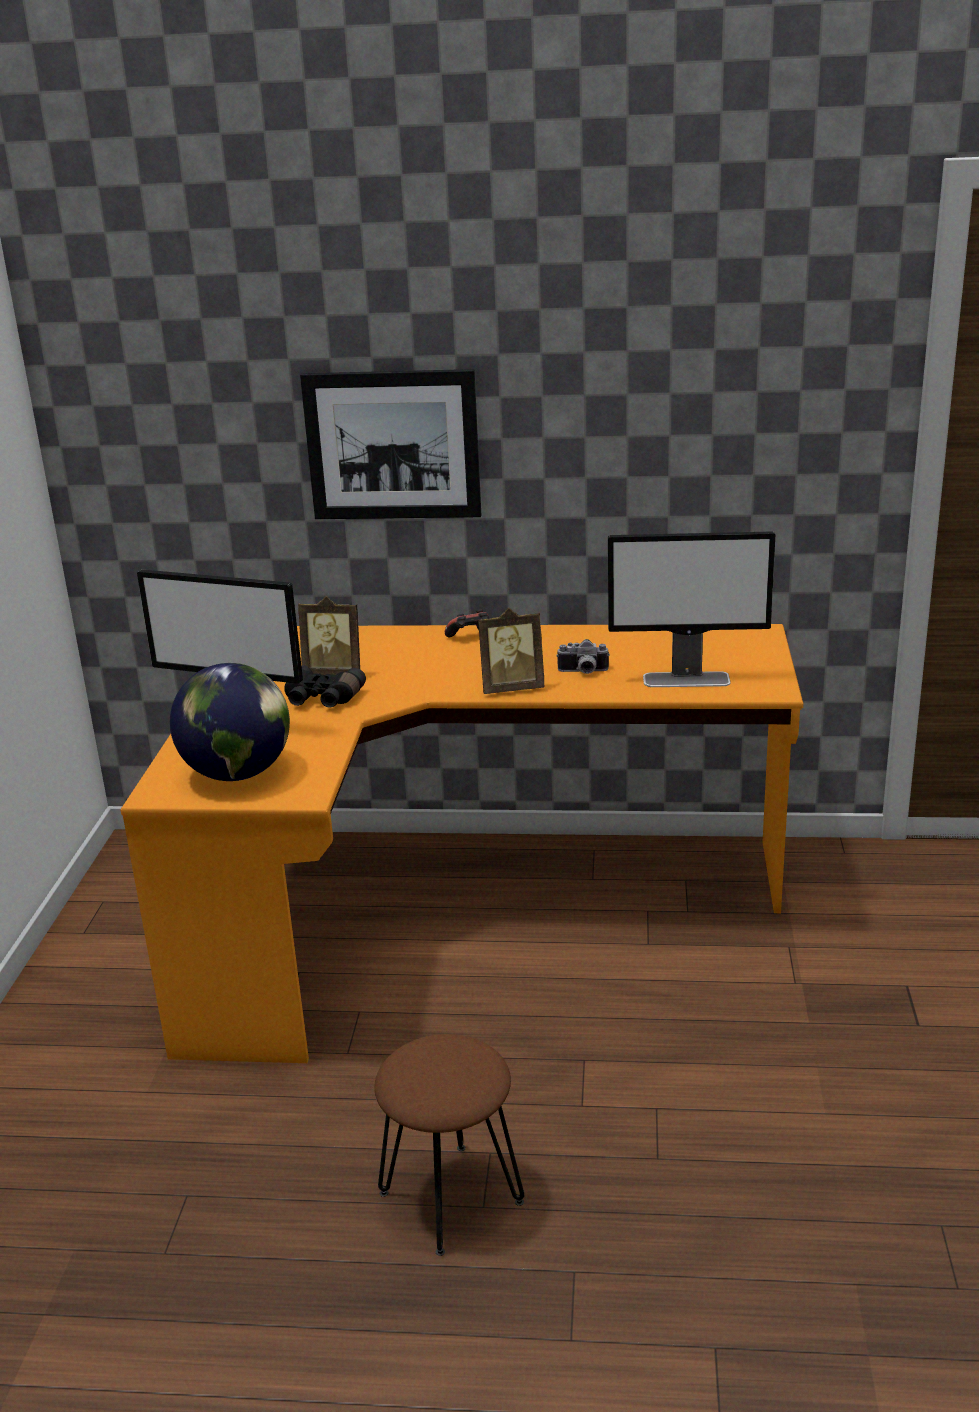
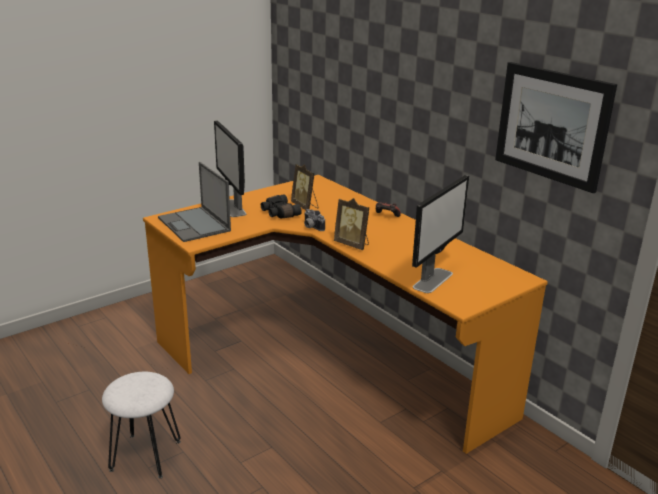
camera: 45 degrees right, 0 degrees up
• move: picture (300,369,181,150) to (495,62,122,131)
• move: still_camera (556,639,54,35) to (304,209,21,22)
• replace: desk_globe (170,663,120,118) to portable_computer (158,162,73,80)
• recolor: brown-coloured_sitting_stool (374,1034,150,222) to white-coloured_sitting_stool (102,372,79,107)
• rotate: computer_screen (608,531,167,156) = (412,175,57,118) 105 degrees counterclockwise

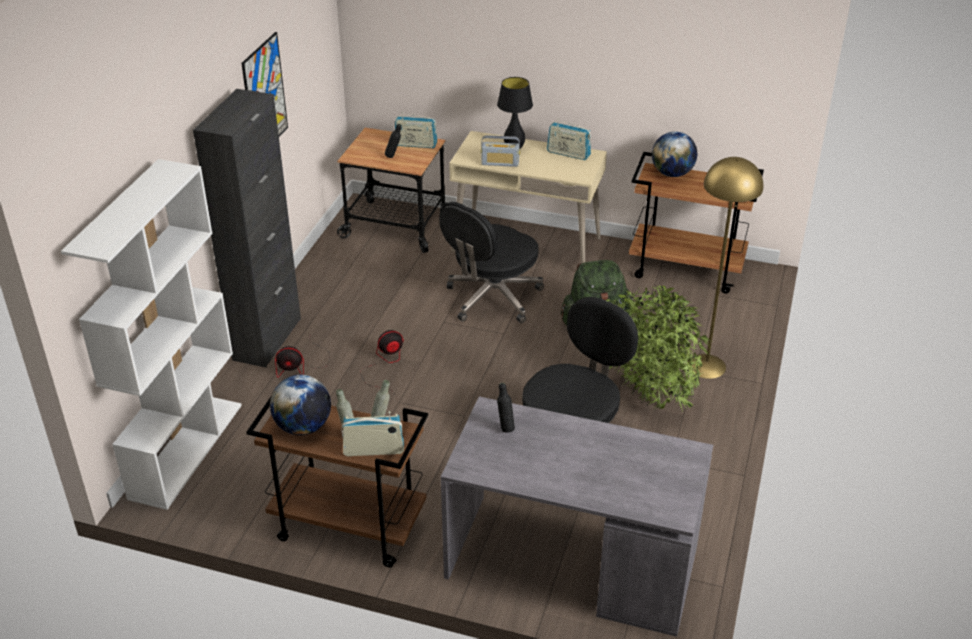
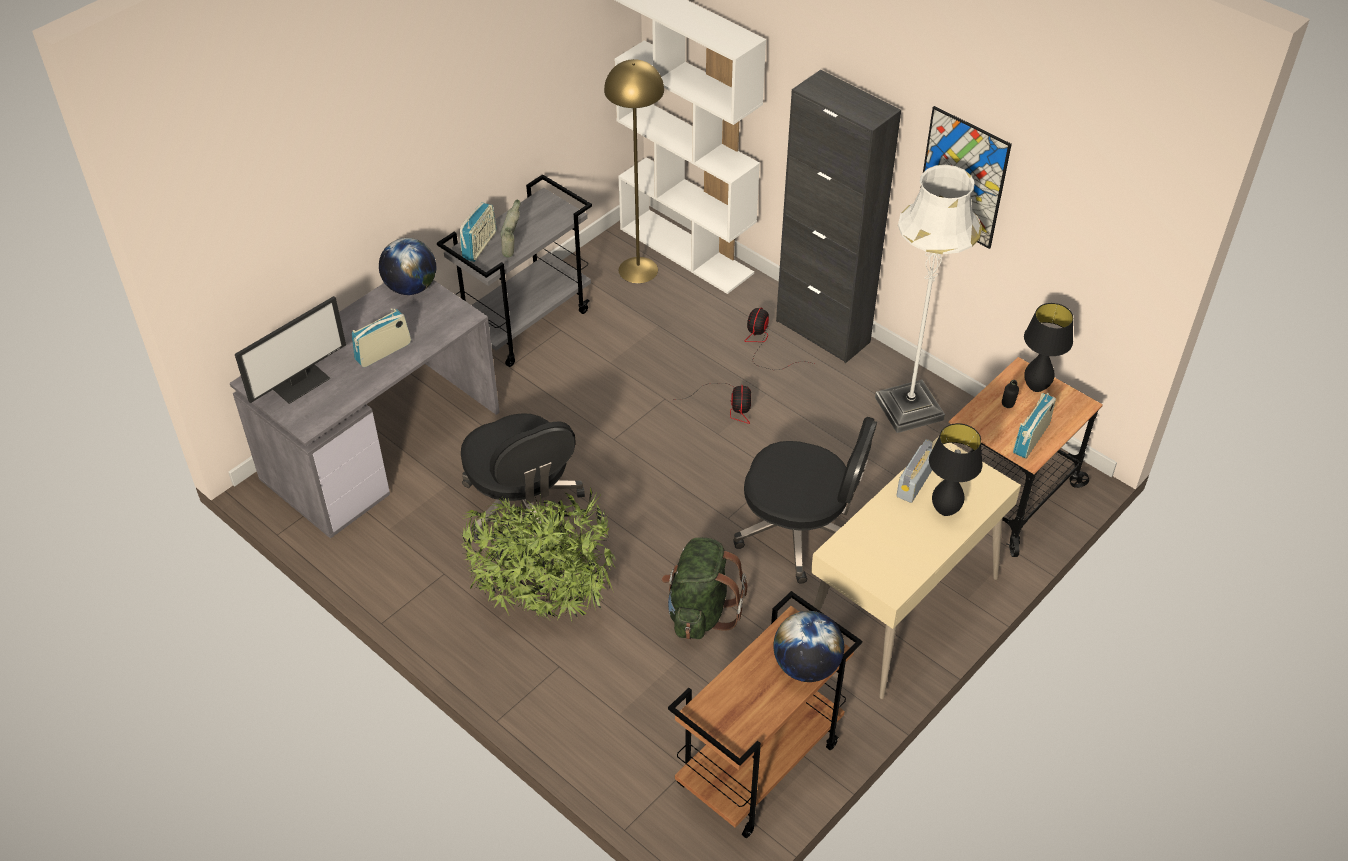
camera: 115 degrees right, 10 degrees up
• delete: blackish_bottle (497,383,18,50)
• insert: computer_screen (235,296,111,108)
• insert: white-coloured_floor_lamp (875,165,107,268)
• insert: blackish_lamp_for_a_table (1024,303,49,89)
• move: desk_globe (270,375,61,60) to (379,238,57,57)
• move: radio_set (547,121,44,39) to (352,308,59,59)
• move: yellow_floor_lamp (692,157,71,222) to (604,59,60,224)
• recolor: brown-coloured_trolley (246,395,182,173) to gray_trolley (437,174,155,193)
• rotate: blackish_computer_chair (439,202,105,121) = (733,417,144,167) 135 degrees clockwise

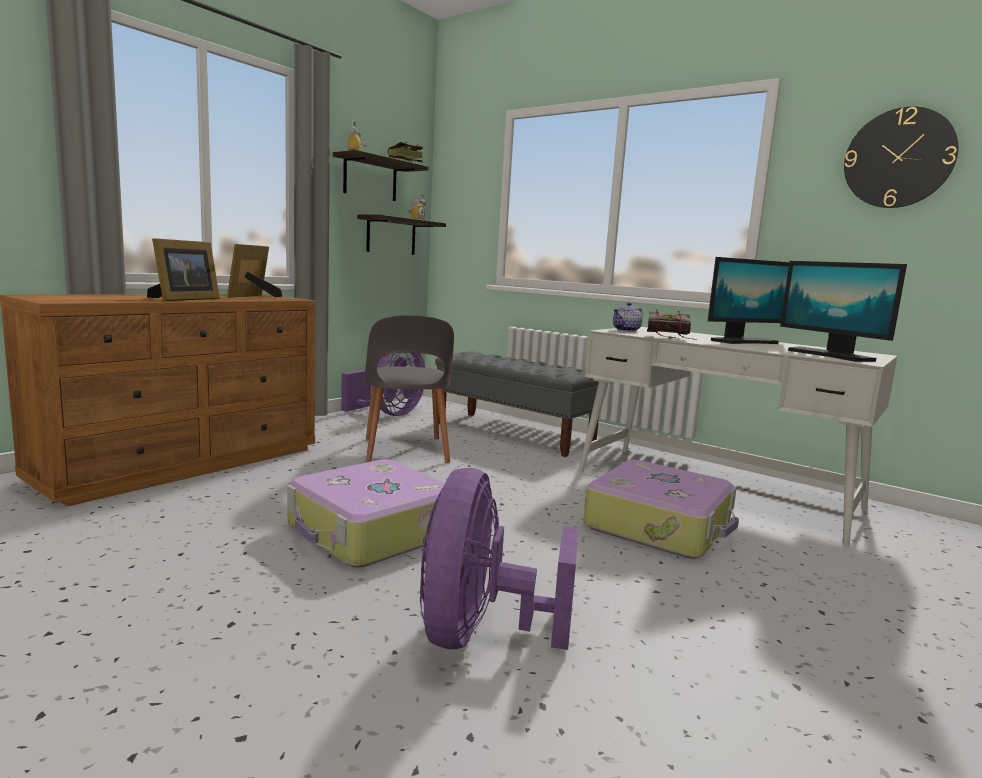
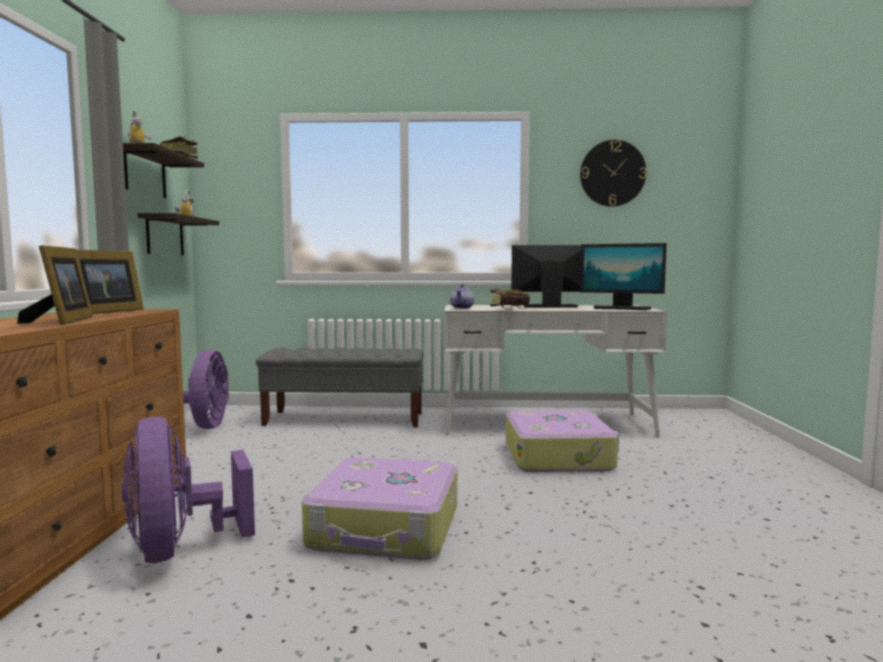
camera: 35 degrees left, 5 degrees down
• delete: gray_chair (365,315,89,148)
• move: purple-coloured_electric_fan (420,468,159,182) to (122,417,133,146)
• rotate: standing_frame (227,244,55,54) = (76,250,68,64) 135 degrees counterclockwise
• rotate: computer_screen (708,257,81,87) = (511,245,70,63) 120 degrees counterclockwise

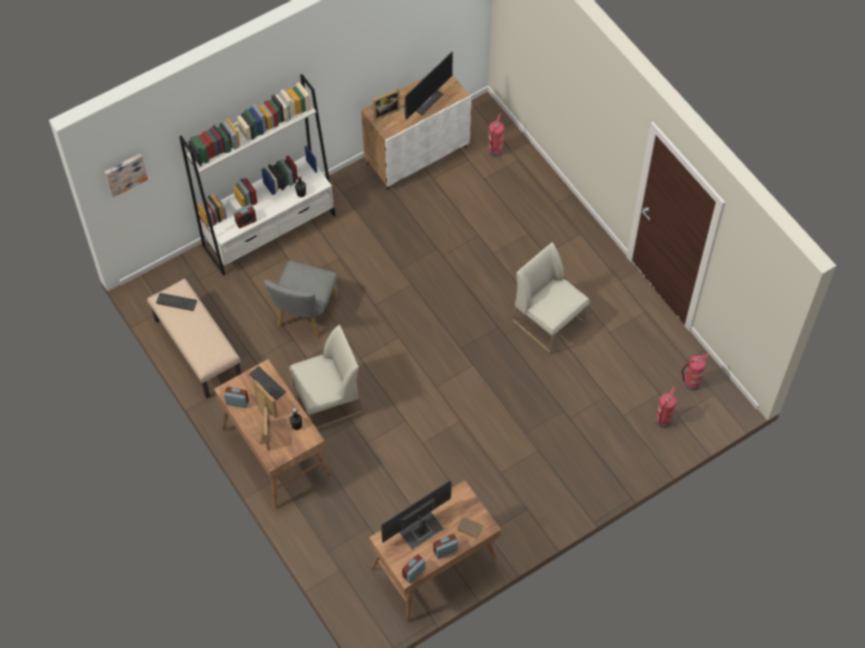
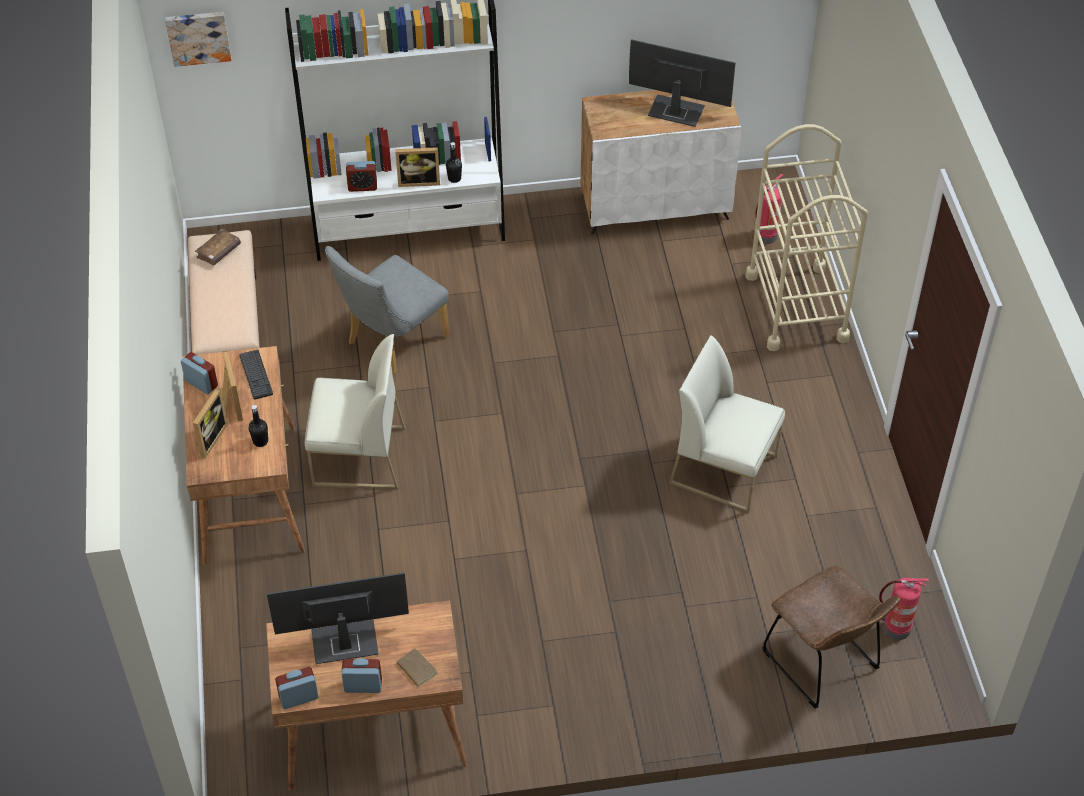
camera: 25 degrees right, 10 degrees down
• insert: beige-coloured_trolley (745,124,123,227)
• move: standing_frame (373,89,27,32) to (395,147,45,40)
• replace: PC_keyboard (156,293,41,18) to brown-coloured_bound_book (195,229,46,36)
• replace: fire_extinguisher (655,387,22,41) to brown-coloured_chair (762,566,138,142)
• rotate: computer_screen (404,52,49,68) = (629,39,106,88) 135 degrees counterclockwise
• rotate: white-coloured_chair (511,242,79,112) = (669,335,116,178) 45 degrees counterclockwise

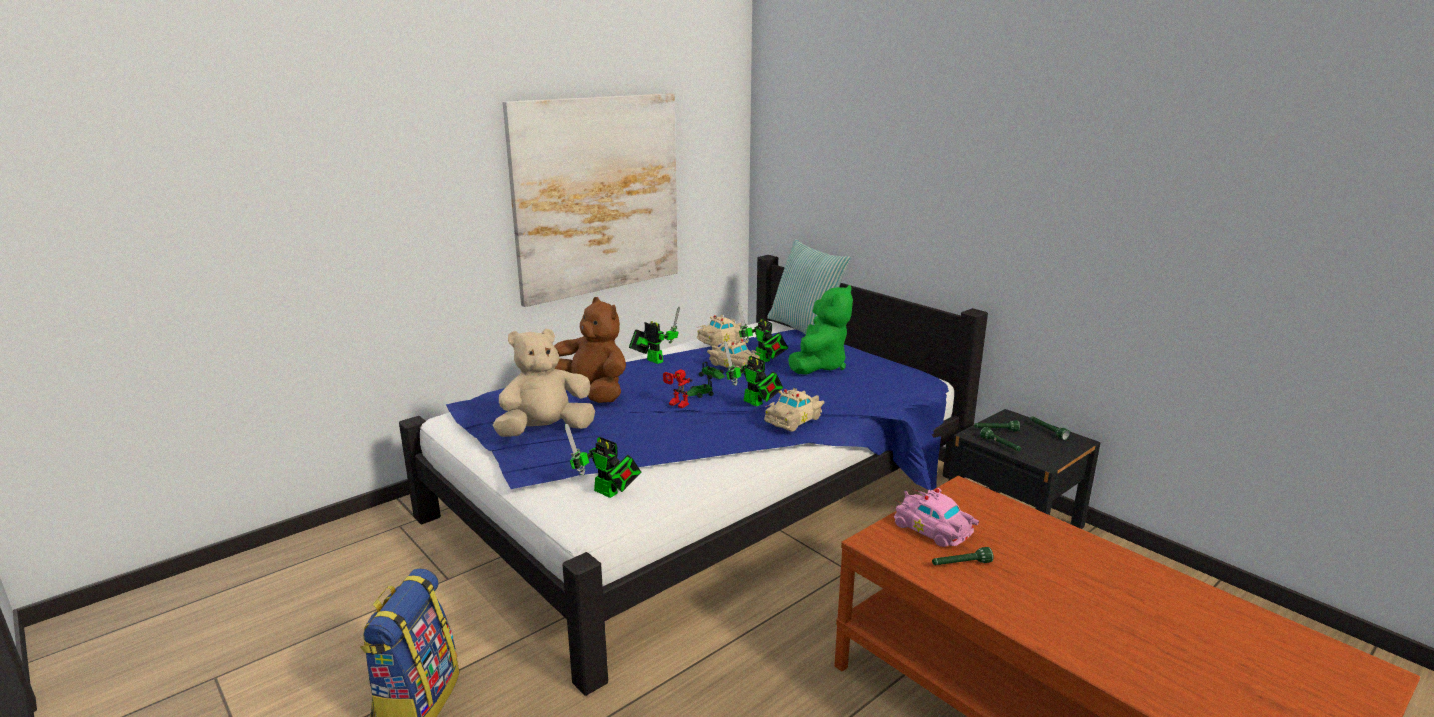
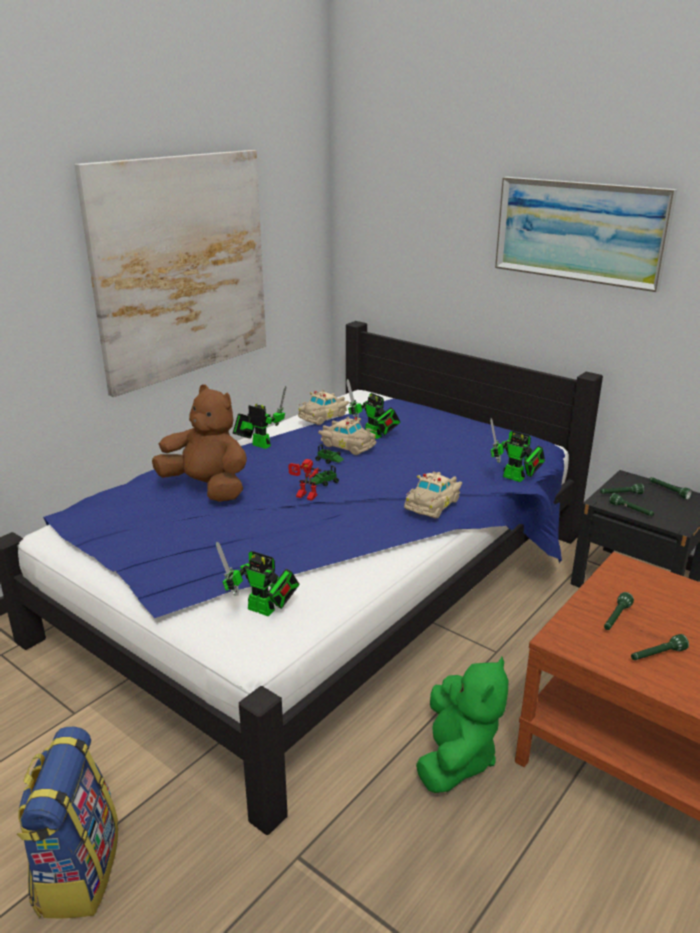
camera: 10 degrees left, 5 degrees up
• delete: beige-coloured_cuddly_toy (493,329,102,108)
• delete: throw_pillow (767,239,84,95)
• insert: picture (495,177,182,115)
• move: robot_figure (724,341,59,65) to (490,418,55,64)
• move: green_cuddly_toy (788,285,65,90) to (416,656,93,137)
• replace: pink_miniature_car (894,488,85,59) to green_torch (604,592,30,38)

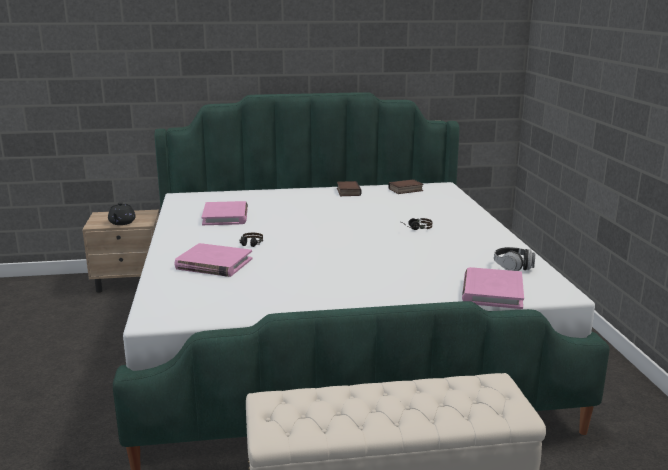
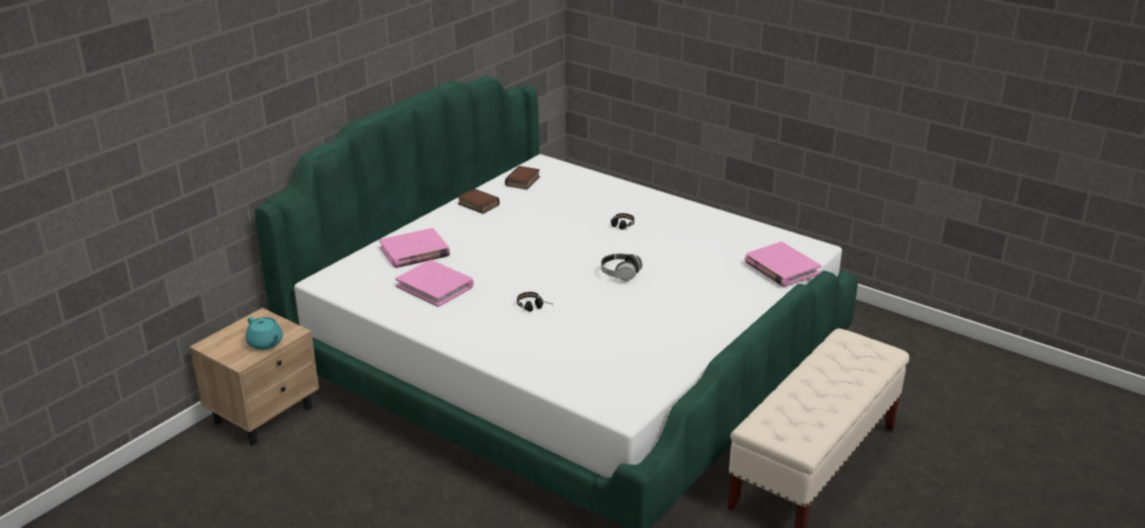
camera: 45 degrees left, 10 degrees up
• move: pink_bound_book (175,243,77,34) to (379,228,71,40)
• move: headset (494,247,41,24) to (601,253,41,28)
• recolor: blackish_tea_pot (108,202,28,23) to turquoise-coloured_tea_pot (245,317,38,33)

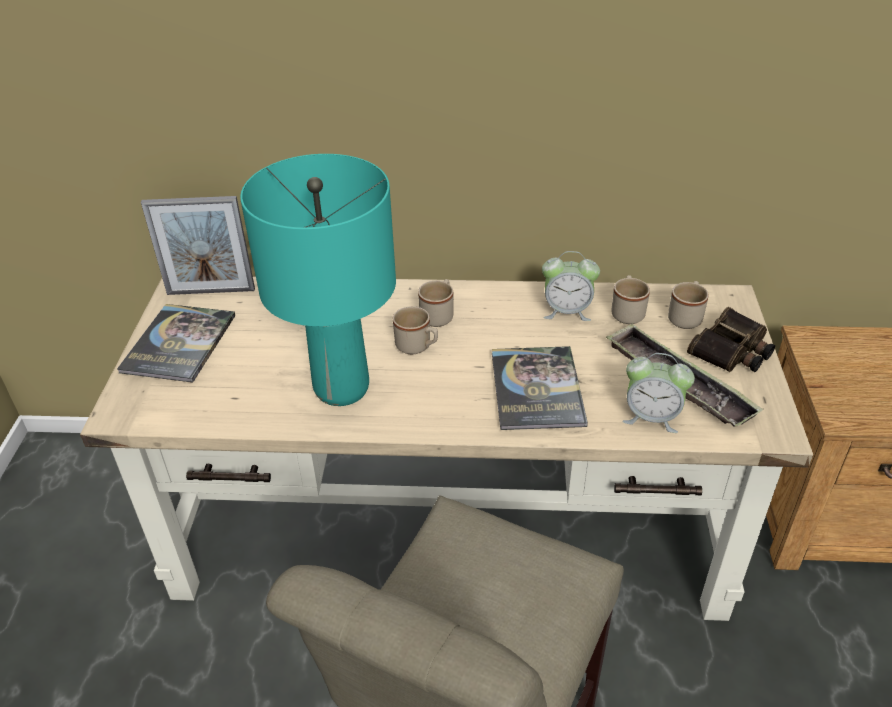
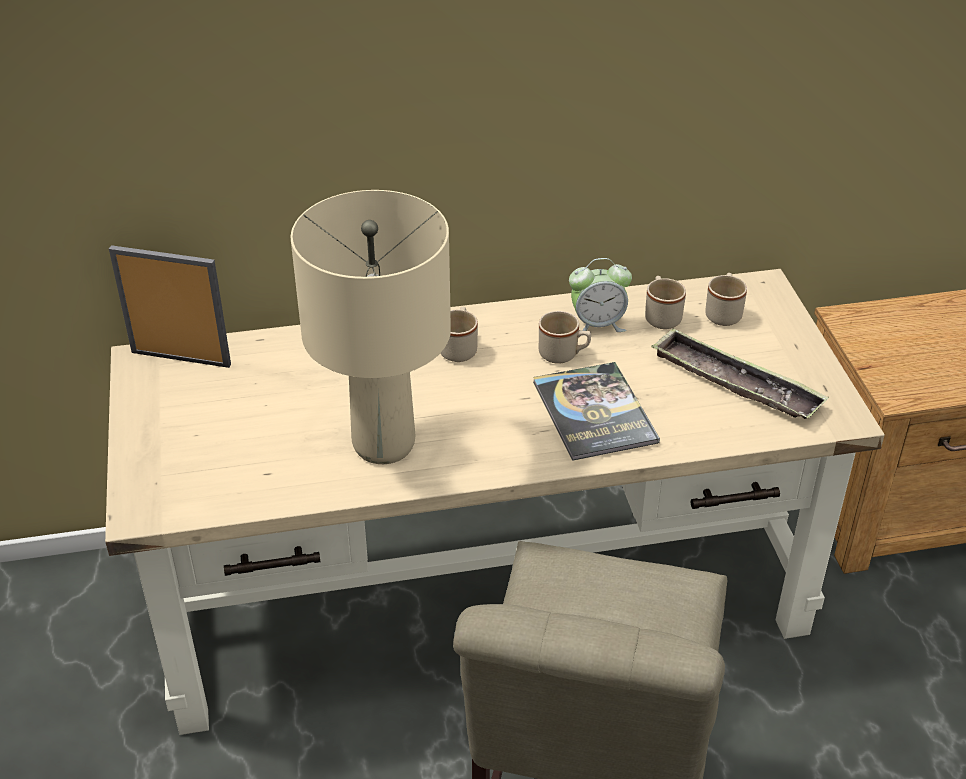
camera: 15 degrees left, 0 degrees up
• delete: bound_book (117,304,118,79)
• delete: bedside_clock (622,353,73,80)
• delete: field_glasses (687,307,88,65)
• move: beige-coloured_mug (393,306,45,48) to (539,311,52,53)
• recolor: turquoise-coloured_lamp_for_a_table (240,154,156,252) to beige-coloured_lamp_for_a_table (291,190,160,274)
• rotate: standing_frame (141,196,114,99) = (109,245,122,123) 150 degrees counterclockwise

